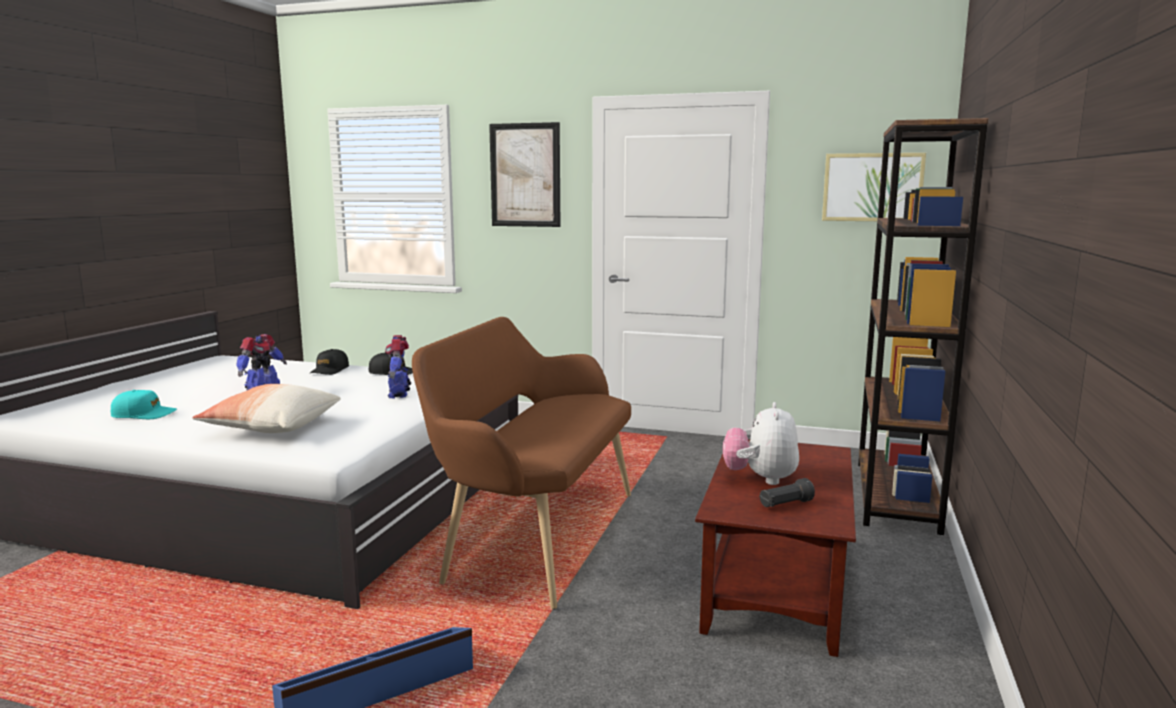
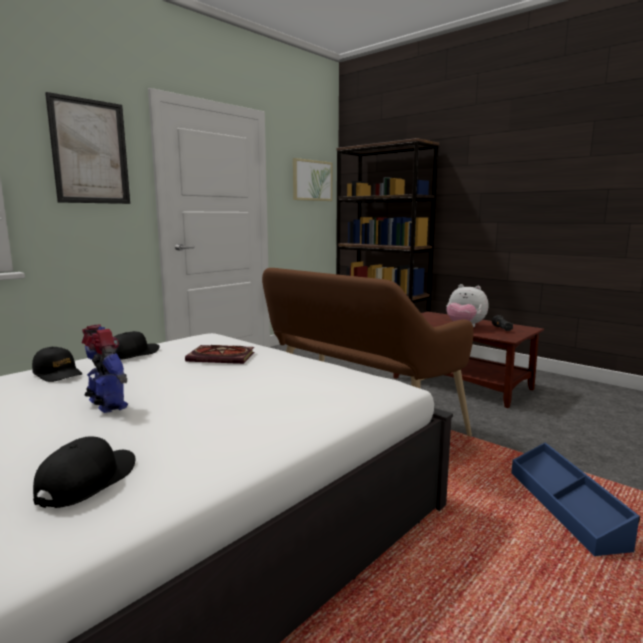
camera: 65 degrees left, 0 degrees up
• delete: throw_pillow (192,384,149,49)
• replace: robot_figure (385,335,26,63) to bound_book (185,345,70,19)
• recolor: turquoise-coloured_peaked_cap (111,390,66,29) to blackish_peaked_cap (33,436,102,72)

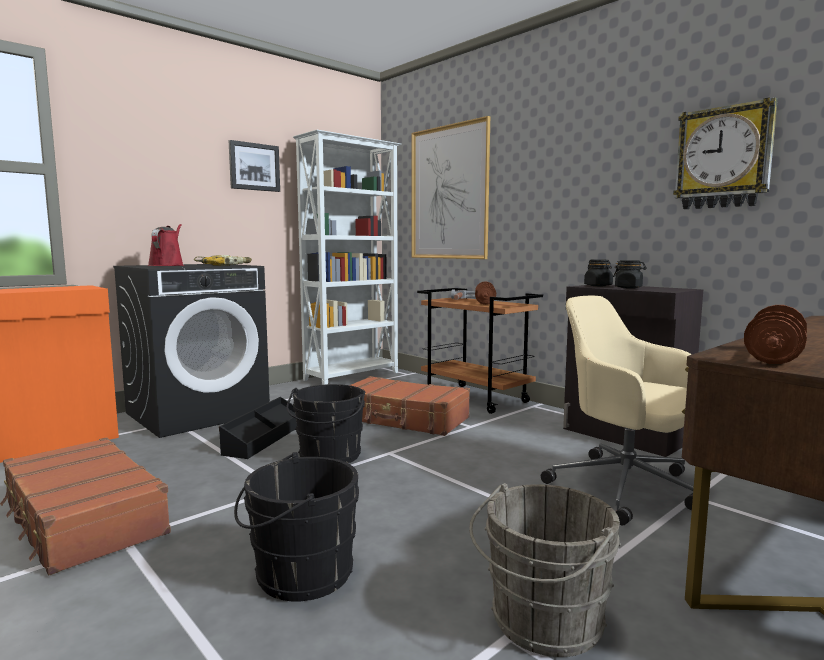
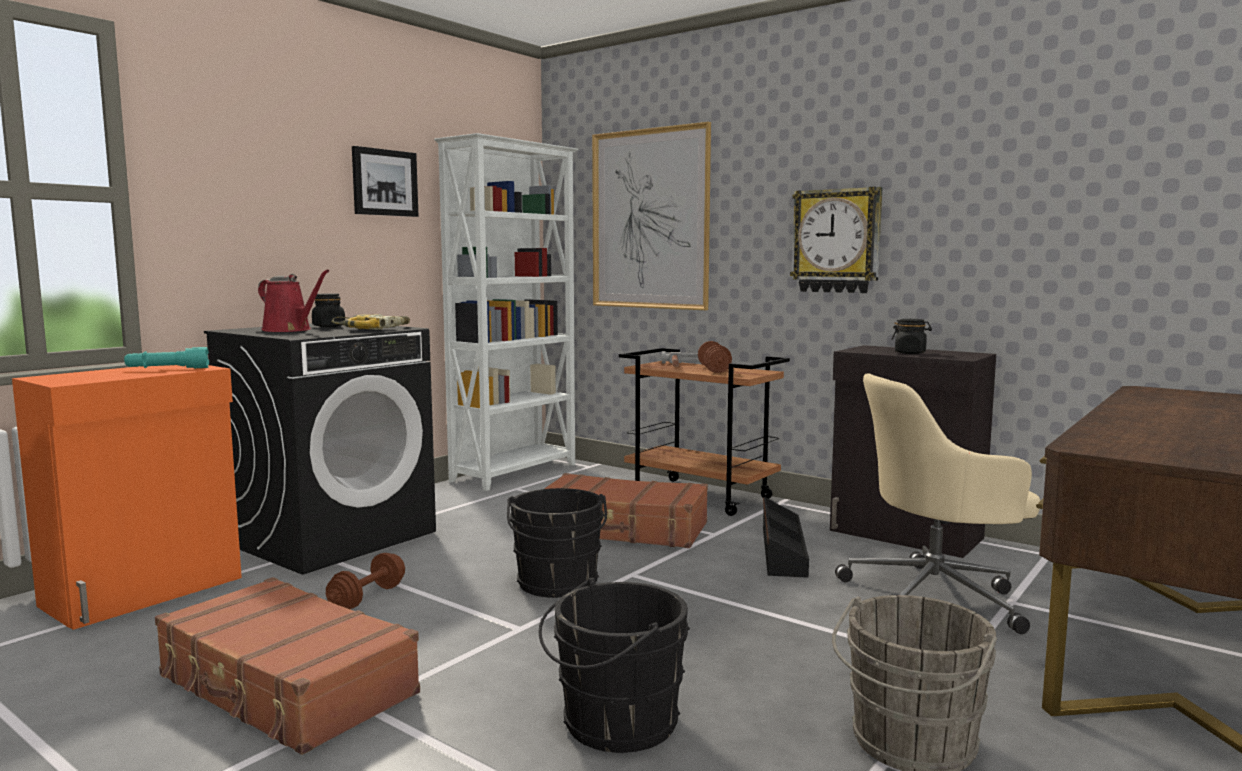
camera: 10 degrees left, 0 degrees up
• insert: turquoise-coloured_torch (124,347,85,21)
• move: blackish_storage_container (219,397,78,62) to (763,497,46,81)
• move: blackish_jar (584,260,29,26) to (312,293,33,34)
• move: clock_on_the_wall (673,97,105,112) to (790,187,92,106)
• move: brown-coloured_free_weight (744,305,63,59) to (326,553,79,56)
• rotate: red-coloured_watering_pot (147,224,37,42) = (258,269,71,63) 135 degrees clockwise
• rotate: beige-coloured_computer_chair (541,295,153,230) = (835,373,205,261) 45 degrees counterclockwise

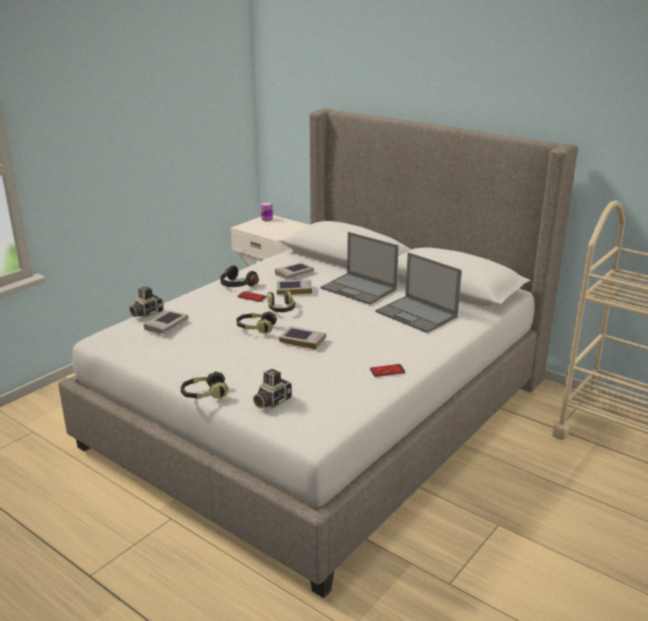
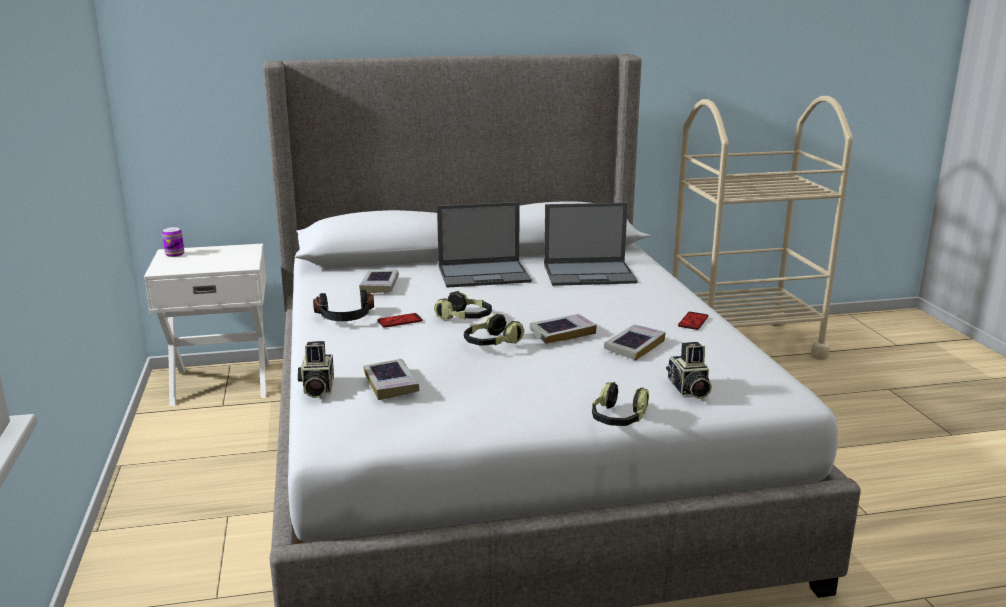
camera: 50 degrees left, 5 degrees down
• move: bound_book (277,280,35,15) to (604,325,62,35)

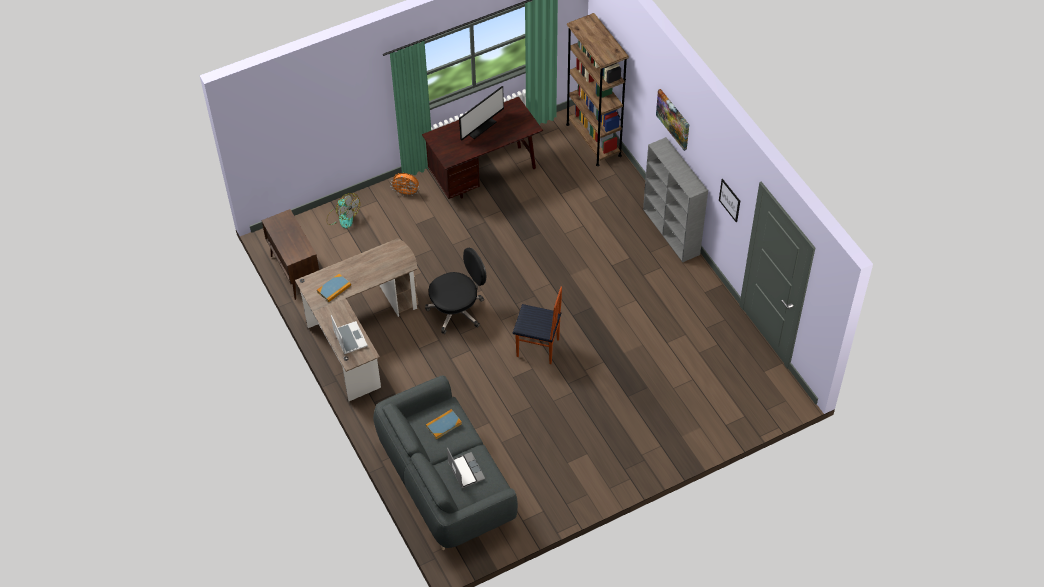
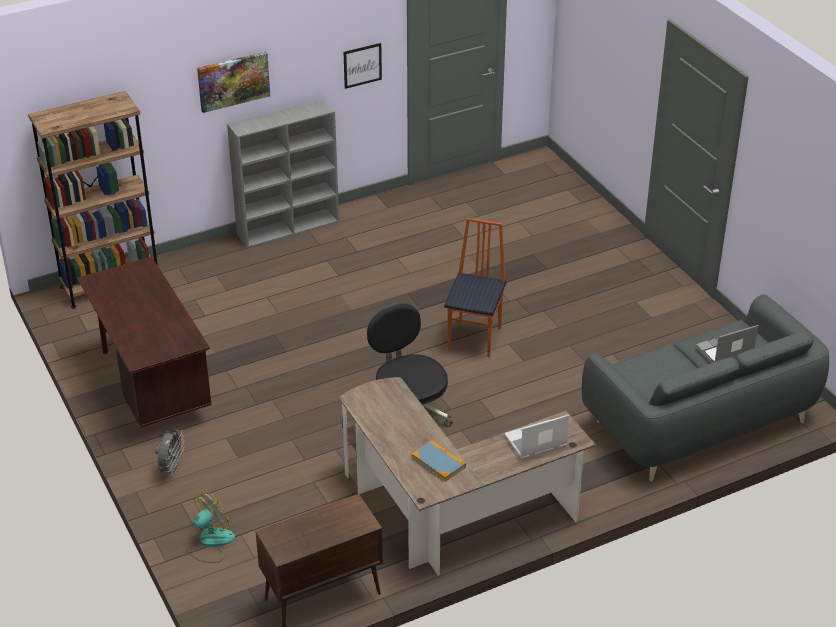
camera: 90 degrees left, 15 degrees down
• delete: bound_book (426,409,36,30)
• delete: computer_screen (459,86,45,55)
• recolor: orange-coloured_electric_fan (390,173,29,24) to gray_electric_fan (155,430,29,46)

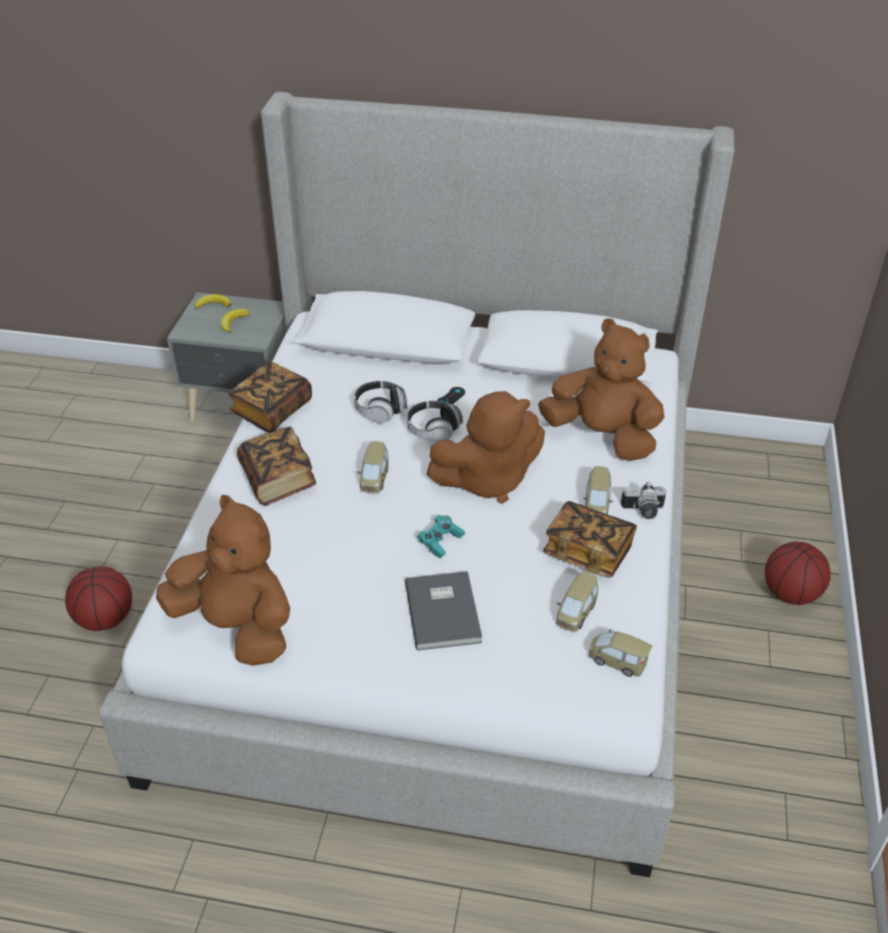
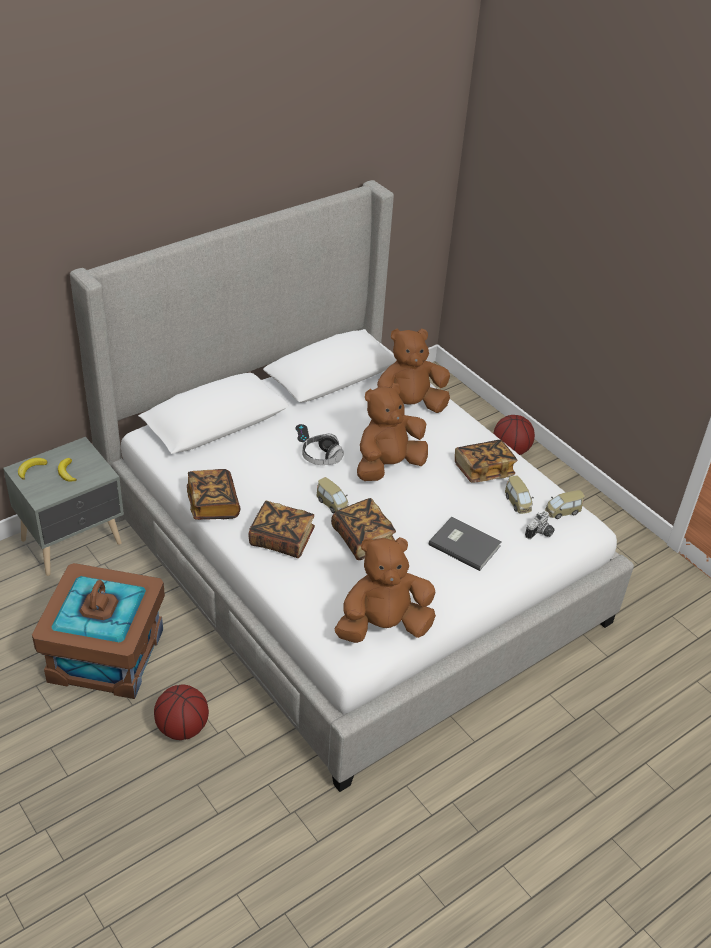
camera: 50 degrees left, 0 degrees up
• delete: headset (354,381,53,42)
• delete: turquoise-coloured_joypad (417,515,48,43)
• delete: miniature_car (584,466,29,49)
• insert: brown-coloured_storage_container (32,563,133,136)
• insert: bound_book (331,498,65,62)
• move: still_camera (621,482,45,37) to (525,511,30,28)
• rotate: brown-coloured_cuddly_toy (426,391,119,113) = (357,383,71,98) 150 degrees counterclockwise

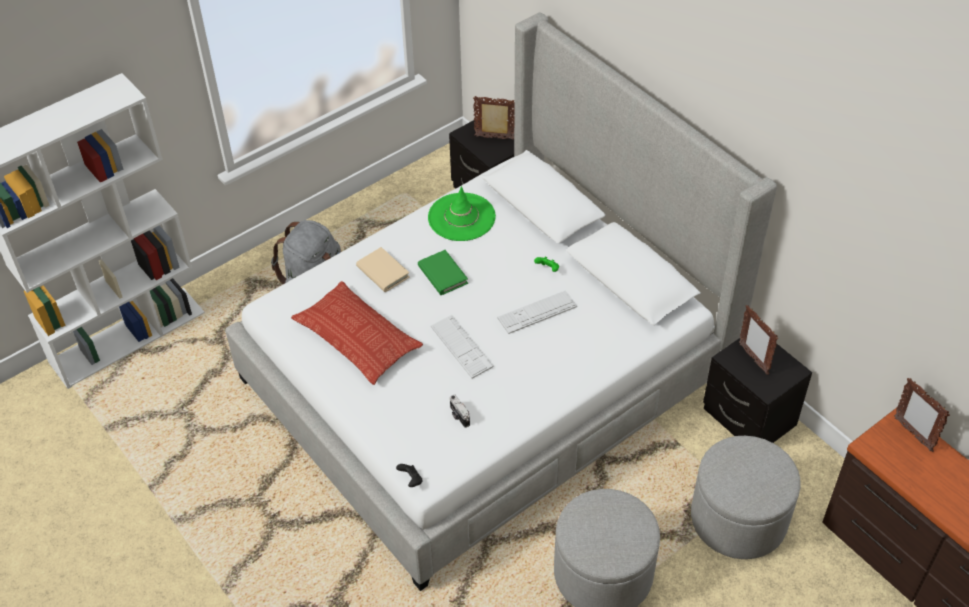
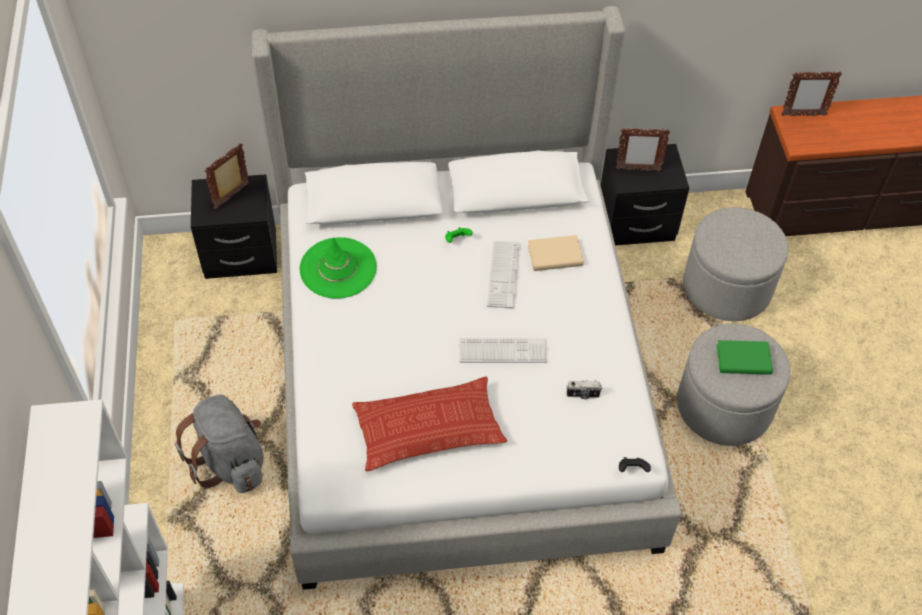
camera: 60 degrees left, 5 degrees up
• move: beige-coloured_bound_book (356,247,54,45) to (528,235,56,36)
• move: green_bound_book (418,250,50,45) to (717,340,56,34)

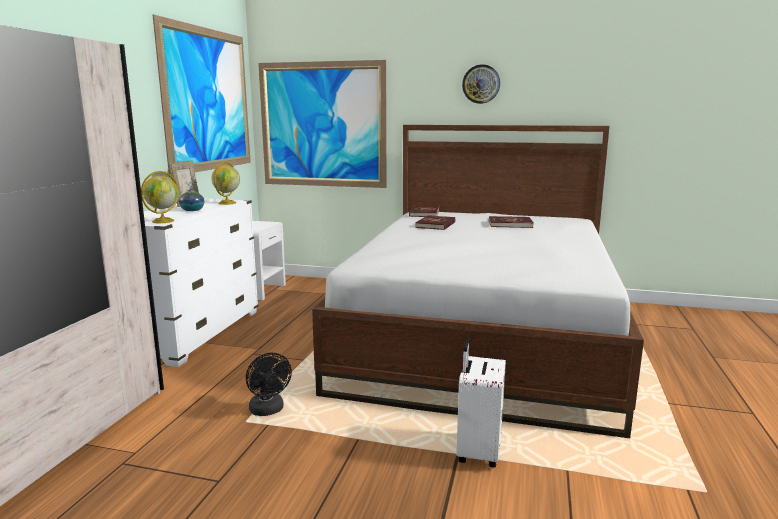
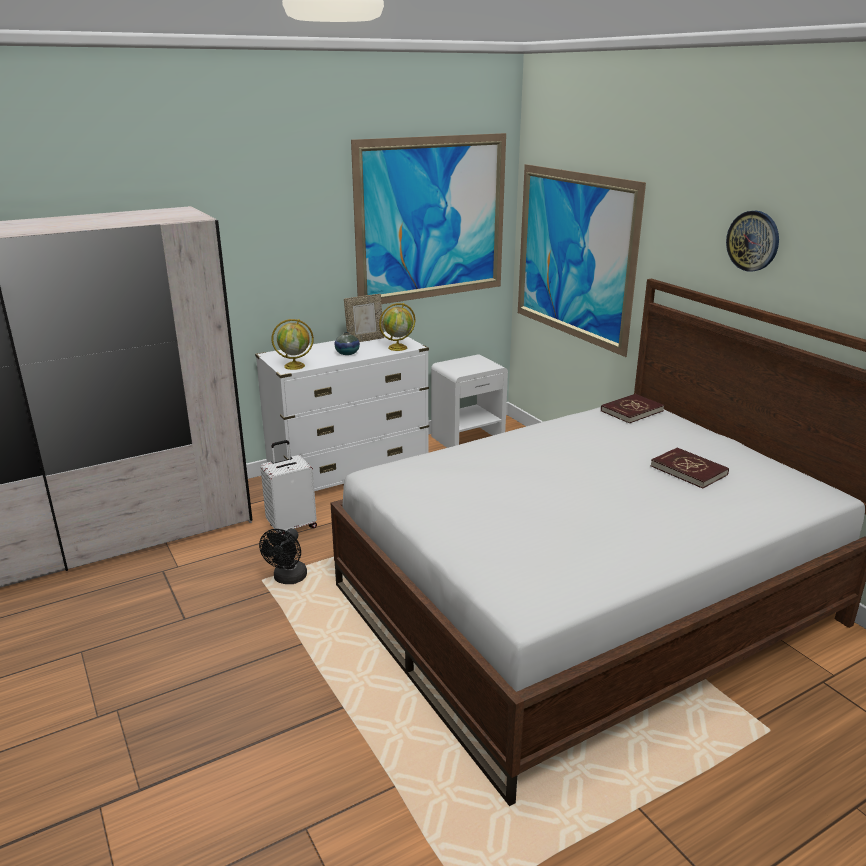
camera: 45 degrees right, 10 degrees up
• delete: red-coloured_bound_book (415,215,40,15)
• move: white-coloured_piece_of_luggage (456,338,50,130) to (260,440,57,95)

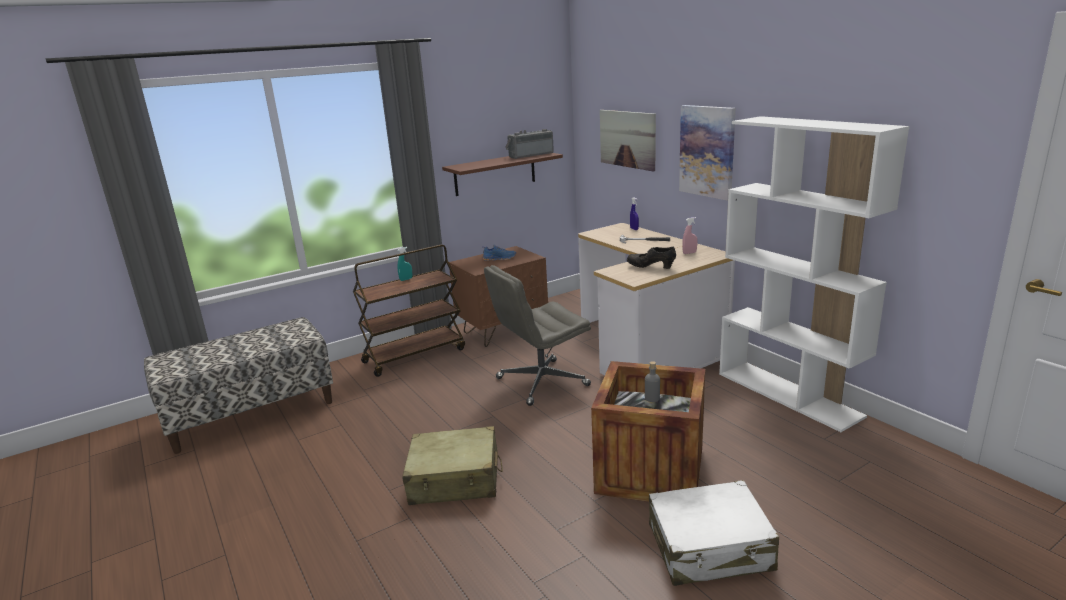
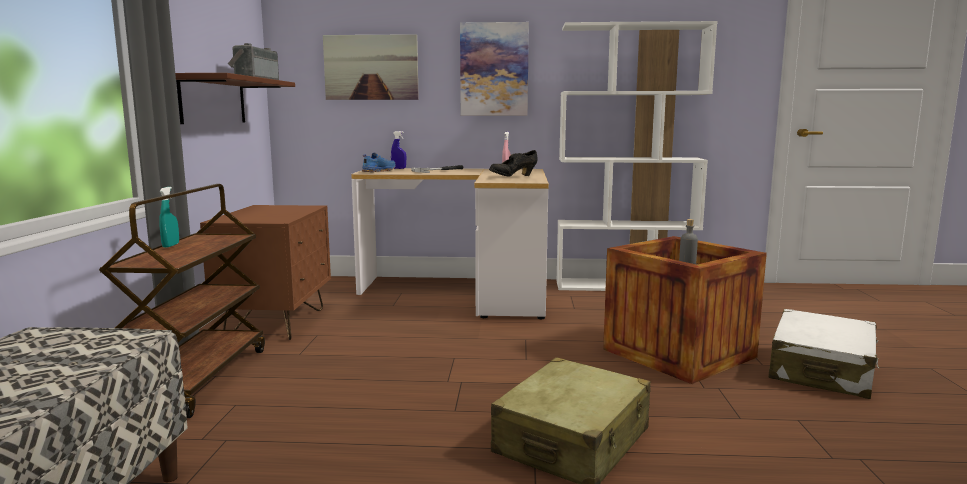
camera: 55 degrees left, 10 degrees down
• delete: gray_computer_chair (484,265,107,141)
• move: blue-coloured_item_of_footwear (482,245,34,16) to (362,153,34,19)

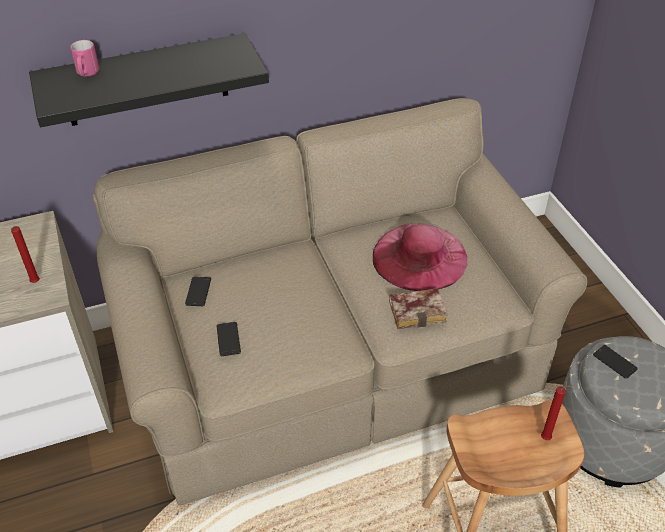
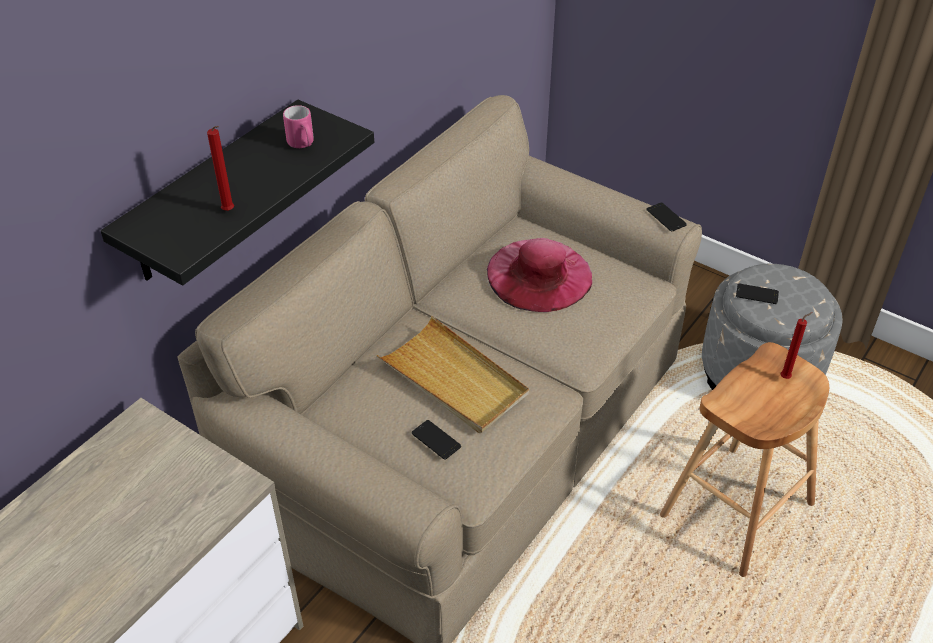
camera: 35 degrees left, 0 degrees up
• delete: bound_book (389,288,59,41)
• insert: beige-coloured_carrying_tray (377,316,152,117)
• move: red-coloured_candle (11,226,29,57) to (207,126,27,85)
• move: pink_mug (70,40,29,36) to (283,105,31,43)
• move: handset (185,277,26,29) to (646,203,41,28)

